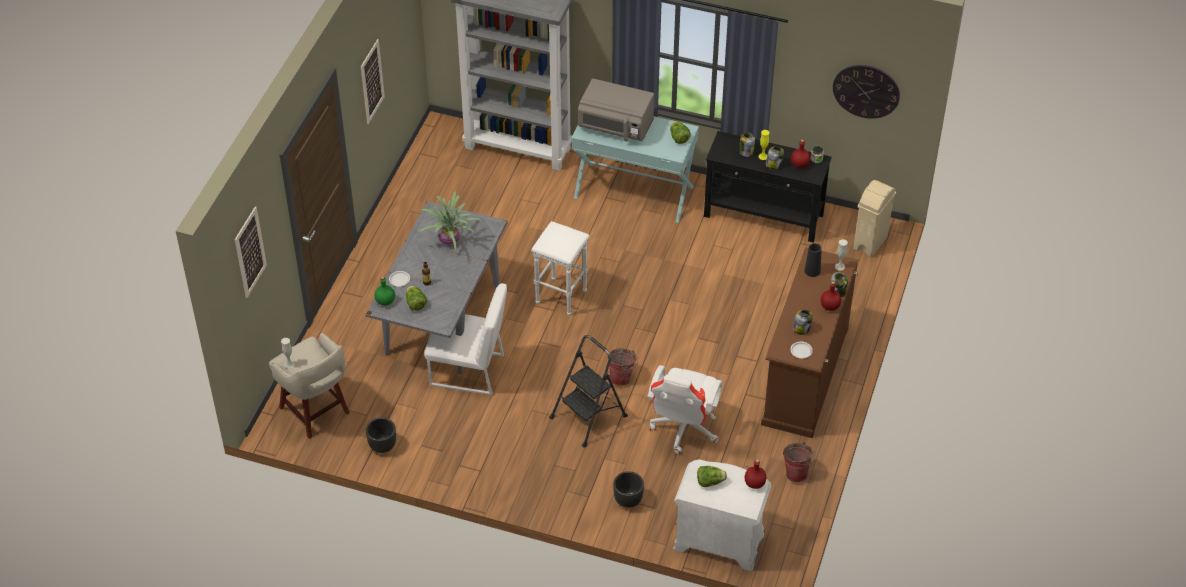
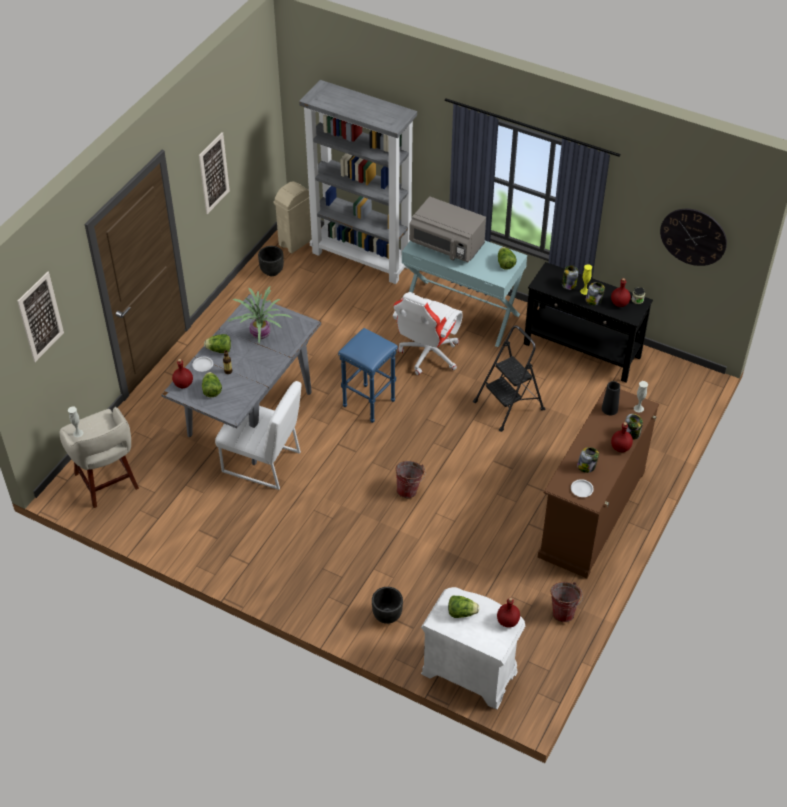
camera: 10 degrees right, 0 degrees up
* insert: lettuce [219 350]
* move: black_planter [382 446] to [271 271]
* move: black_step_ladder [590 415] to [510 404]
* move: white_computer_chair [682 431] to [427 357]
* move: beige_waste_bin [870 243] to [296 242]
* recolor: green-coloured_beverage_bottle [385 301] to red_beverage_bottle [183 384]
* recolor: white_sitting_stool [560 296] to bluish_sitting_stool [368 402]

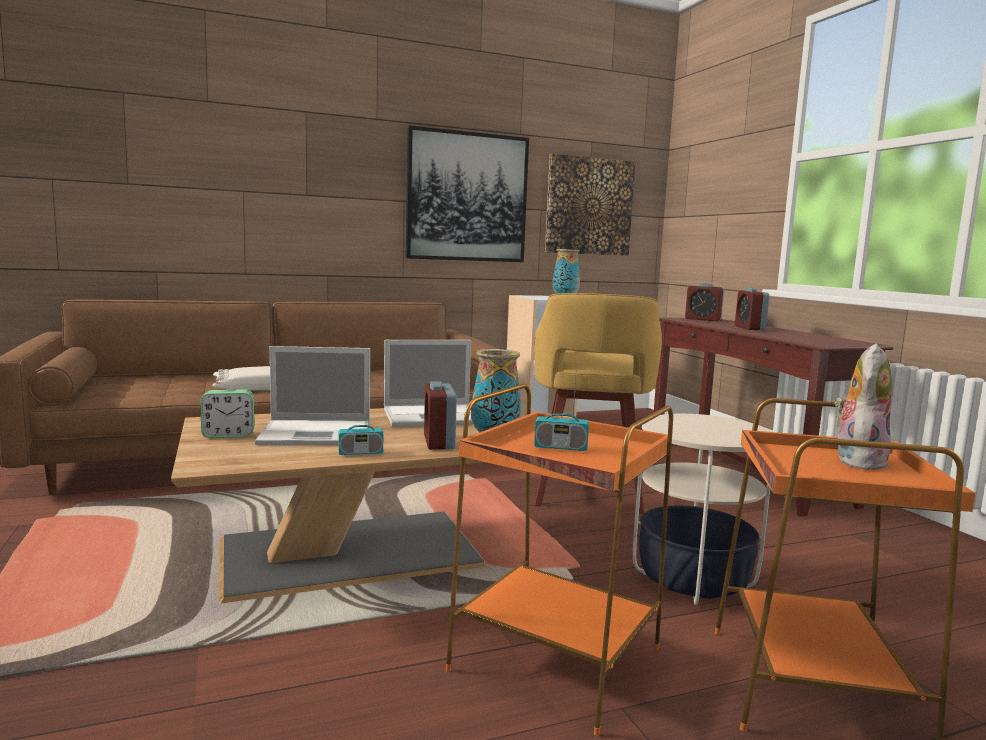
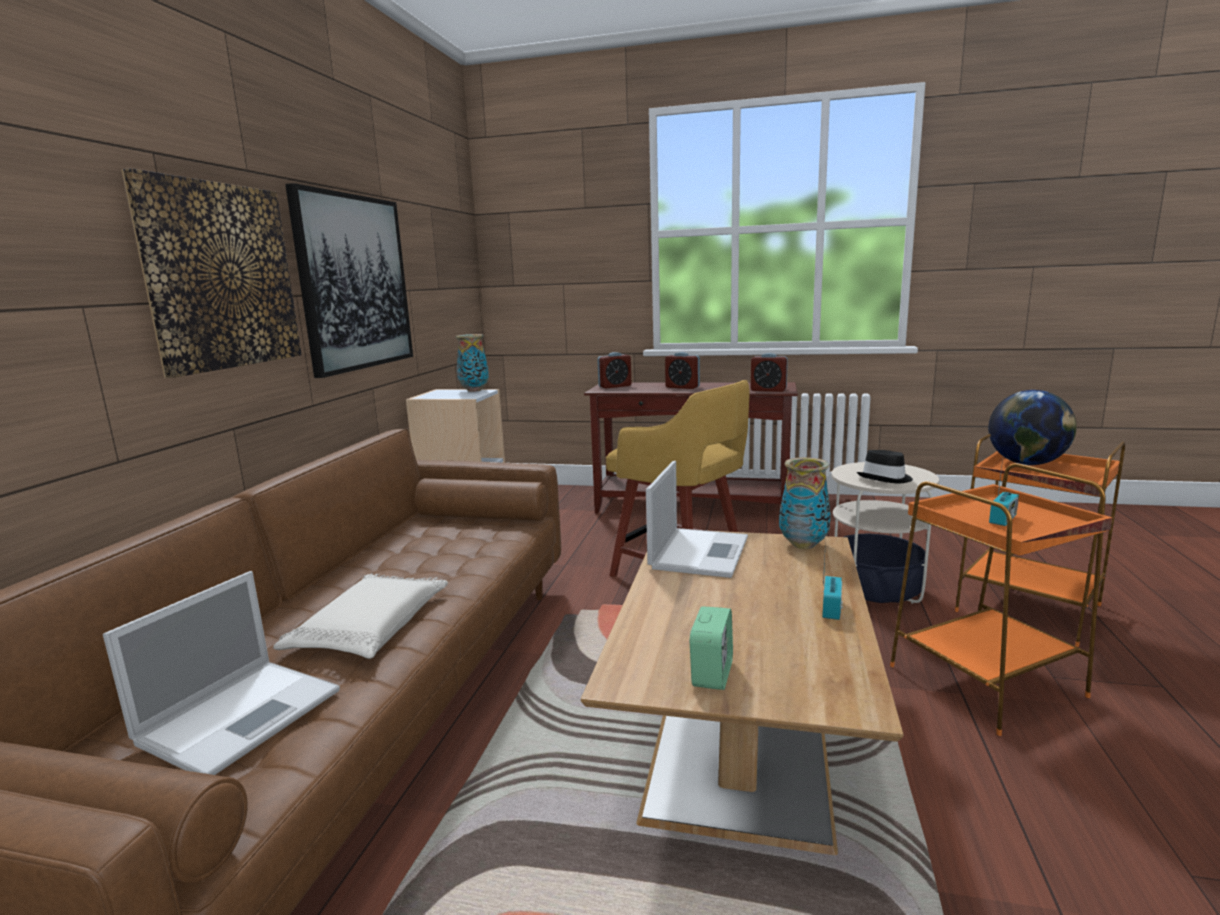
camera: 55 degrees left, 5 degrees up
* insert: black_wearable_hat [886 478]
* move: notebook_computer [318 433] to [243 714]
* move: alarm_clock [439 442] to [768 390]
* move: picture [589 206] to [220 276]
* replace: cuddly_toy [857 460] to world_globe [1026 464]

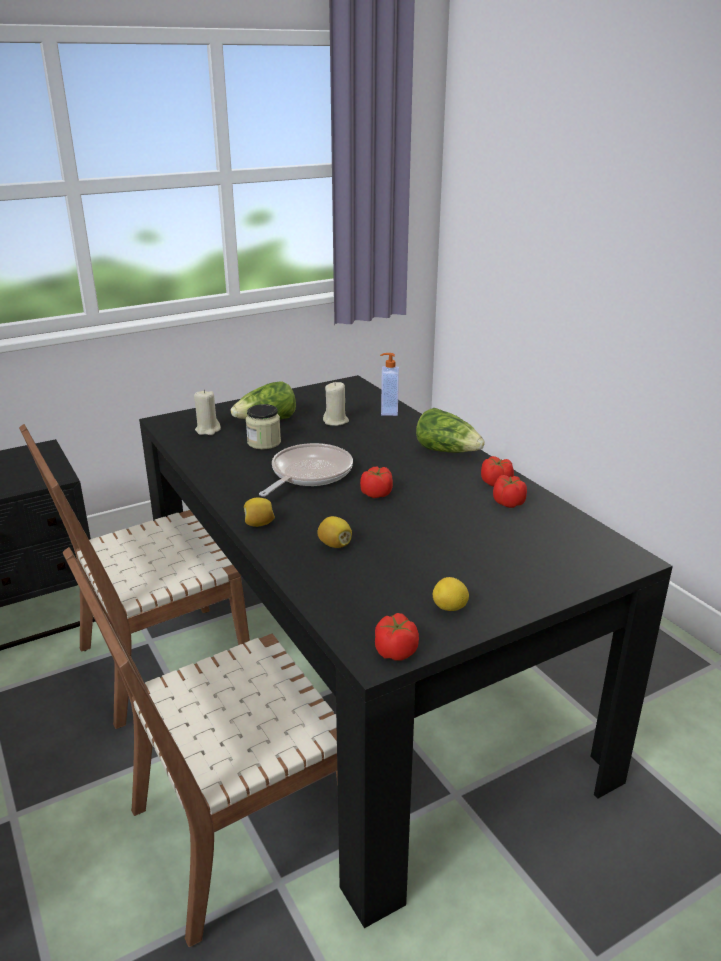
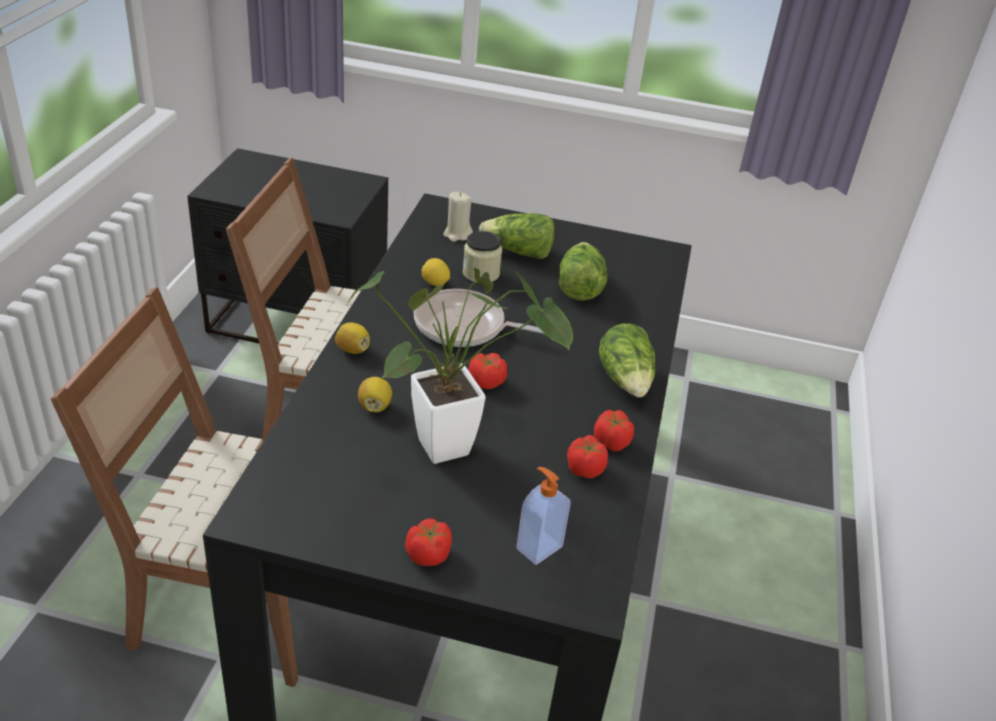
camera: 40 degrees right, 10 degrees up
* insert: plant_in_a_pot [456 445]
* move: tomato [396 651] to [428 554]
* move: liquid_soap_bottle [388 411] to [538 547]
* move: whole_lemon [450 608] to [435 283]
* replace: beige_wax_light [336 421] to lettuce [579 286]
* rotate: skillet [308 474] = [465 327] 150 degrees counterclockwise

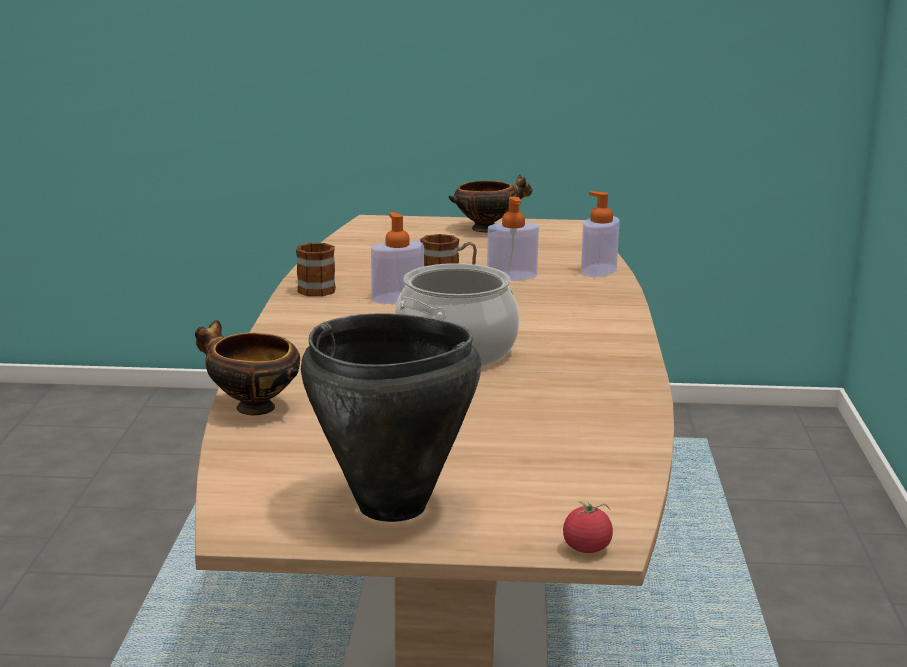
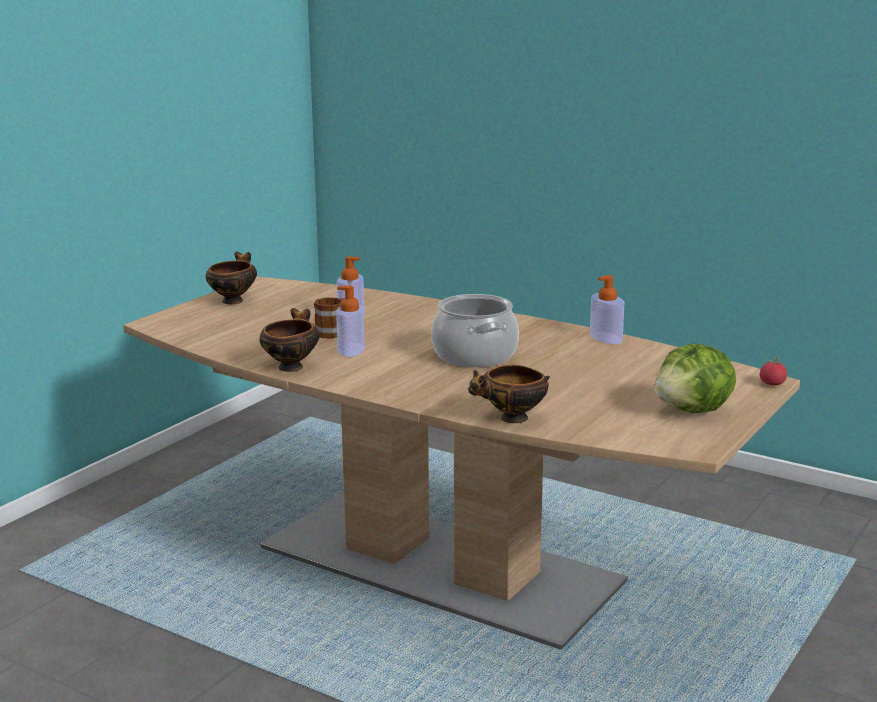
camera: 60 degrees left, 0 degrees up
* move: liquid_soap_bottle [599 270] to [606 338]
* replace: mug [314 288] to deep_dish [291 366]
* replace: black_saucepot [392 507] to lettuce [693 411]

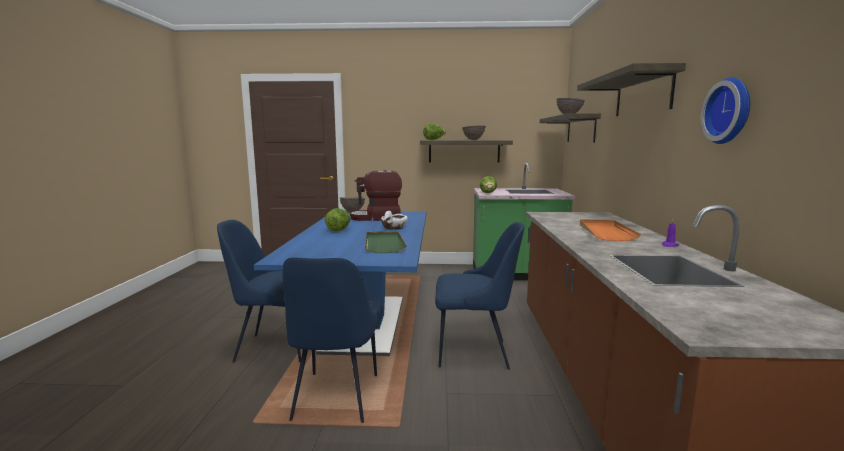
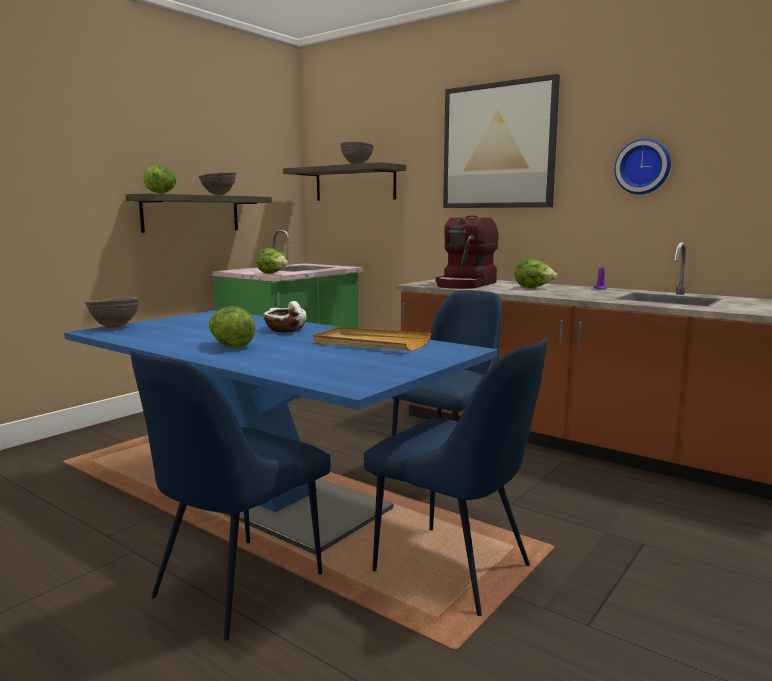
camera: 55 degrees left, 0 degrees up
* move: coffee_brewer [377 218] to [466 284]
* replace: shelf [642 94] to picture [498 146]
* replace: orange-coloured_tray [605 232] to lettuce [534 288]
* recolor: green-coloured_tray [384 244] to beige_tray [370 343]

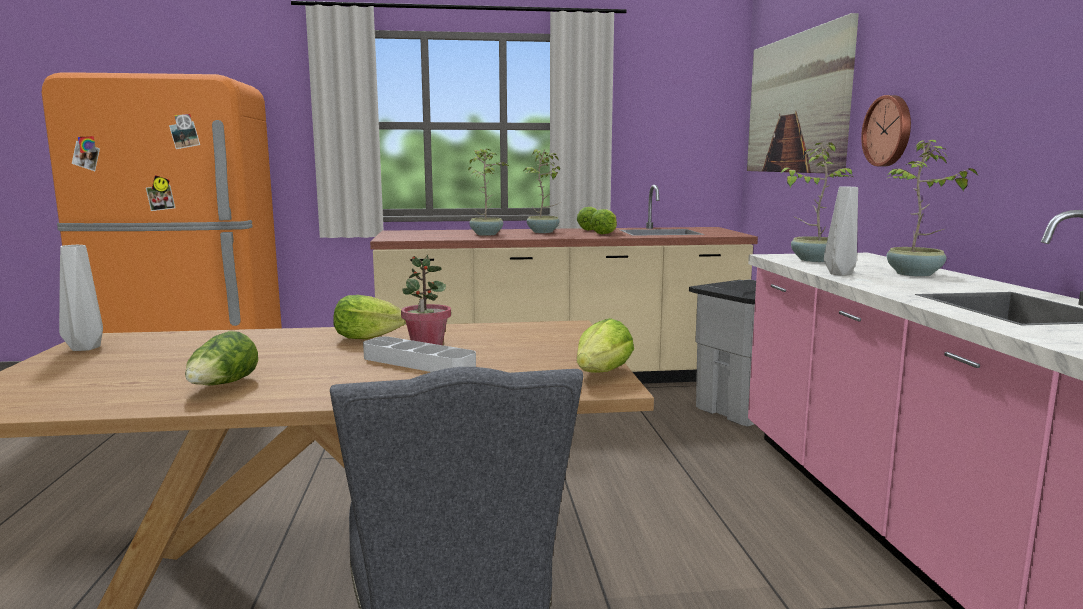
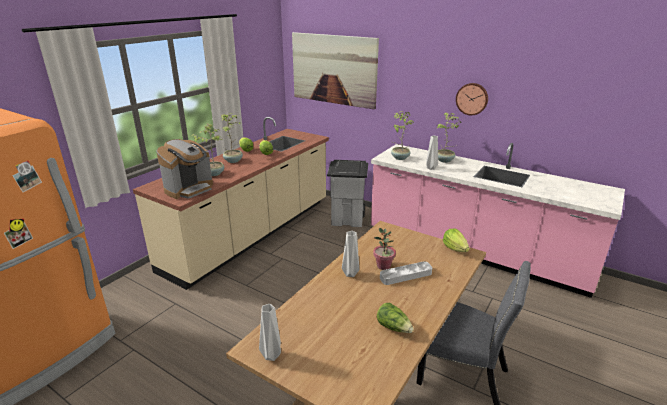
camera: 50 degrees left, 15 degrees up
* insert: coffee_brewer [189 189]
* move: clock_on_the_wall [889 131] to [472 99]
* replace: lettuce [367 338] to gray_flower_vase [351 273]

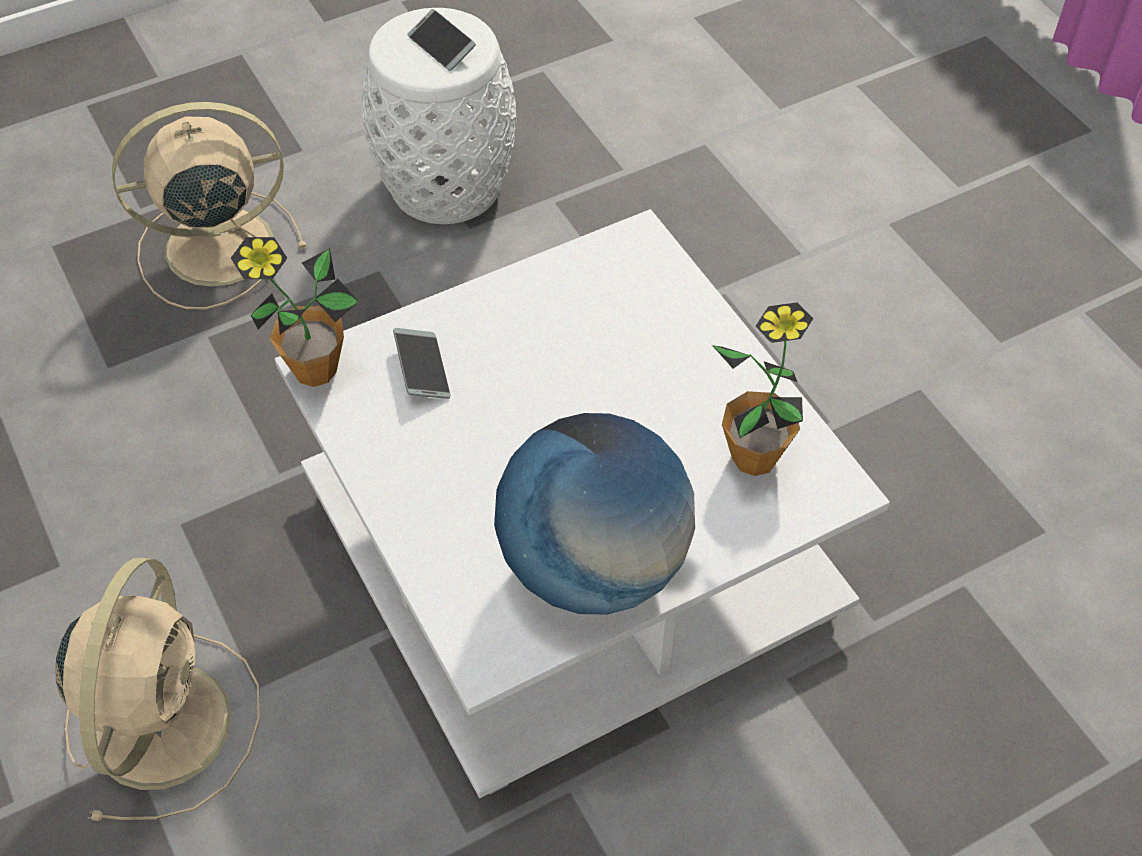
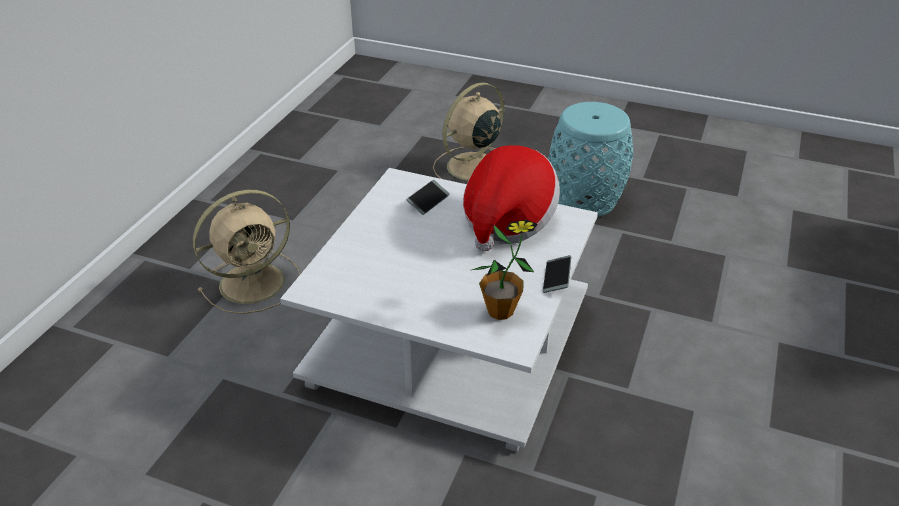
camera: 50 degrees right, 15 degrees down
* delete: plant_in_a_pot [315 370]
* delete: world_globe [593 566]
* insert: wearable_hat [507 221]
* move: telephone [441 46] to [556 278]
* recolor: white_sitting_stool [446 186] to blue-green_sitting_stool [585 201]
* rotate: beige_electric_fan [214 248] = [471 167] 75 degrees counterclockwise

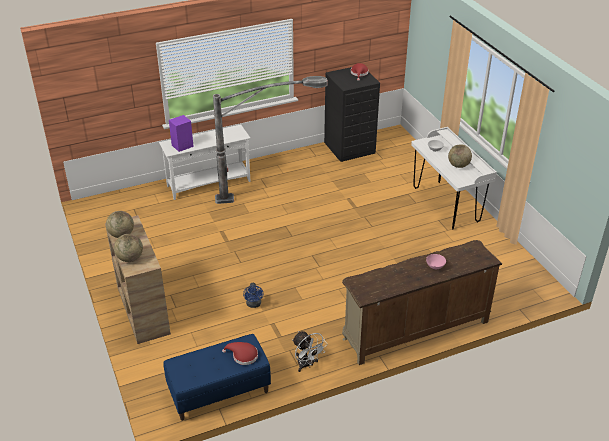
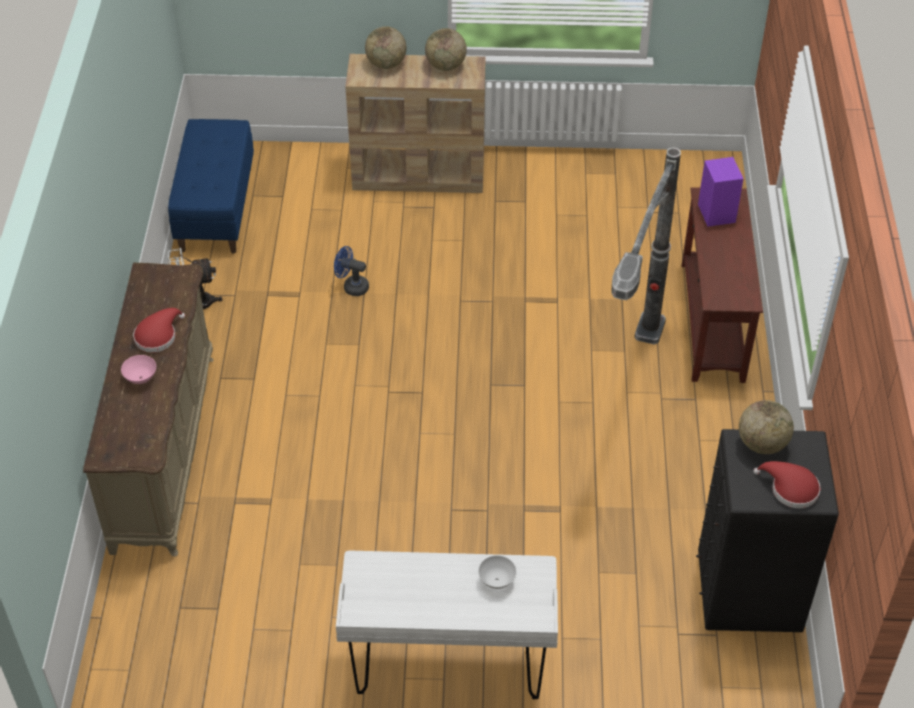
camera: 115 degrees right, 10 degrees up
* move: red_wearable_hat [243 356] to [158 336]
* move: world_globe [458 165] to [762 444]
* recolor: white_narrow_table [209 183] to brown_narrow_table [712 322]

